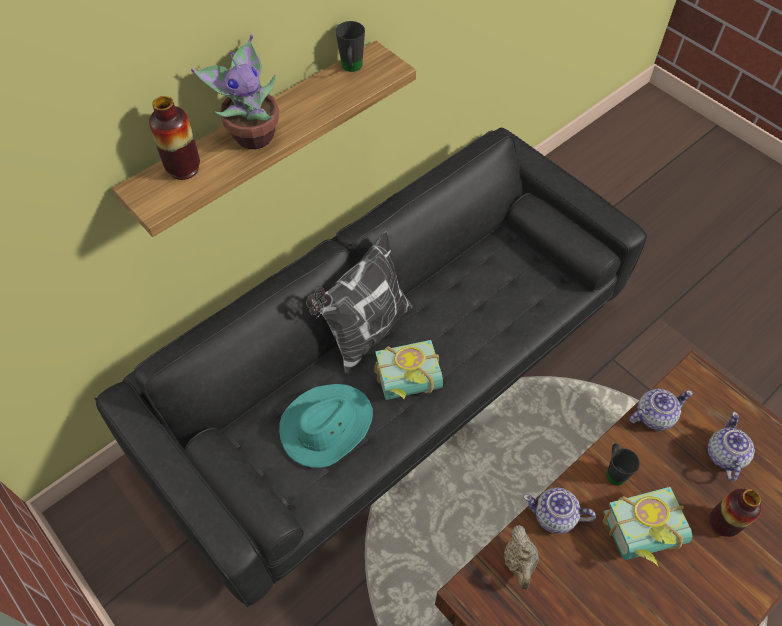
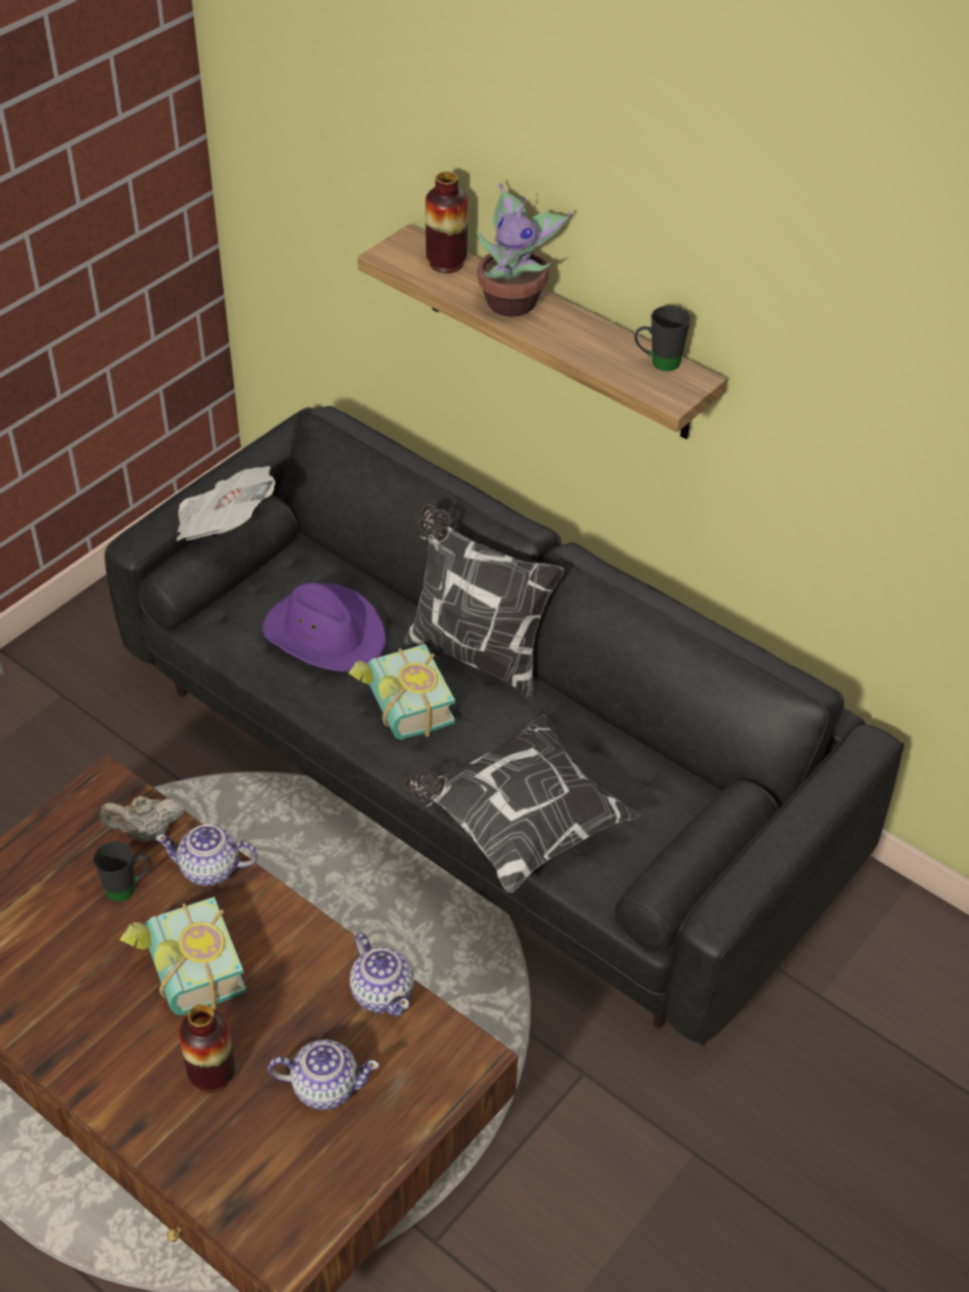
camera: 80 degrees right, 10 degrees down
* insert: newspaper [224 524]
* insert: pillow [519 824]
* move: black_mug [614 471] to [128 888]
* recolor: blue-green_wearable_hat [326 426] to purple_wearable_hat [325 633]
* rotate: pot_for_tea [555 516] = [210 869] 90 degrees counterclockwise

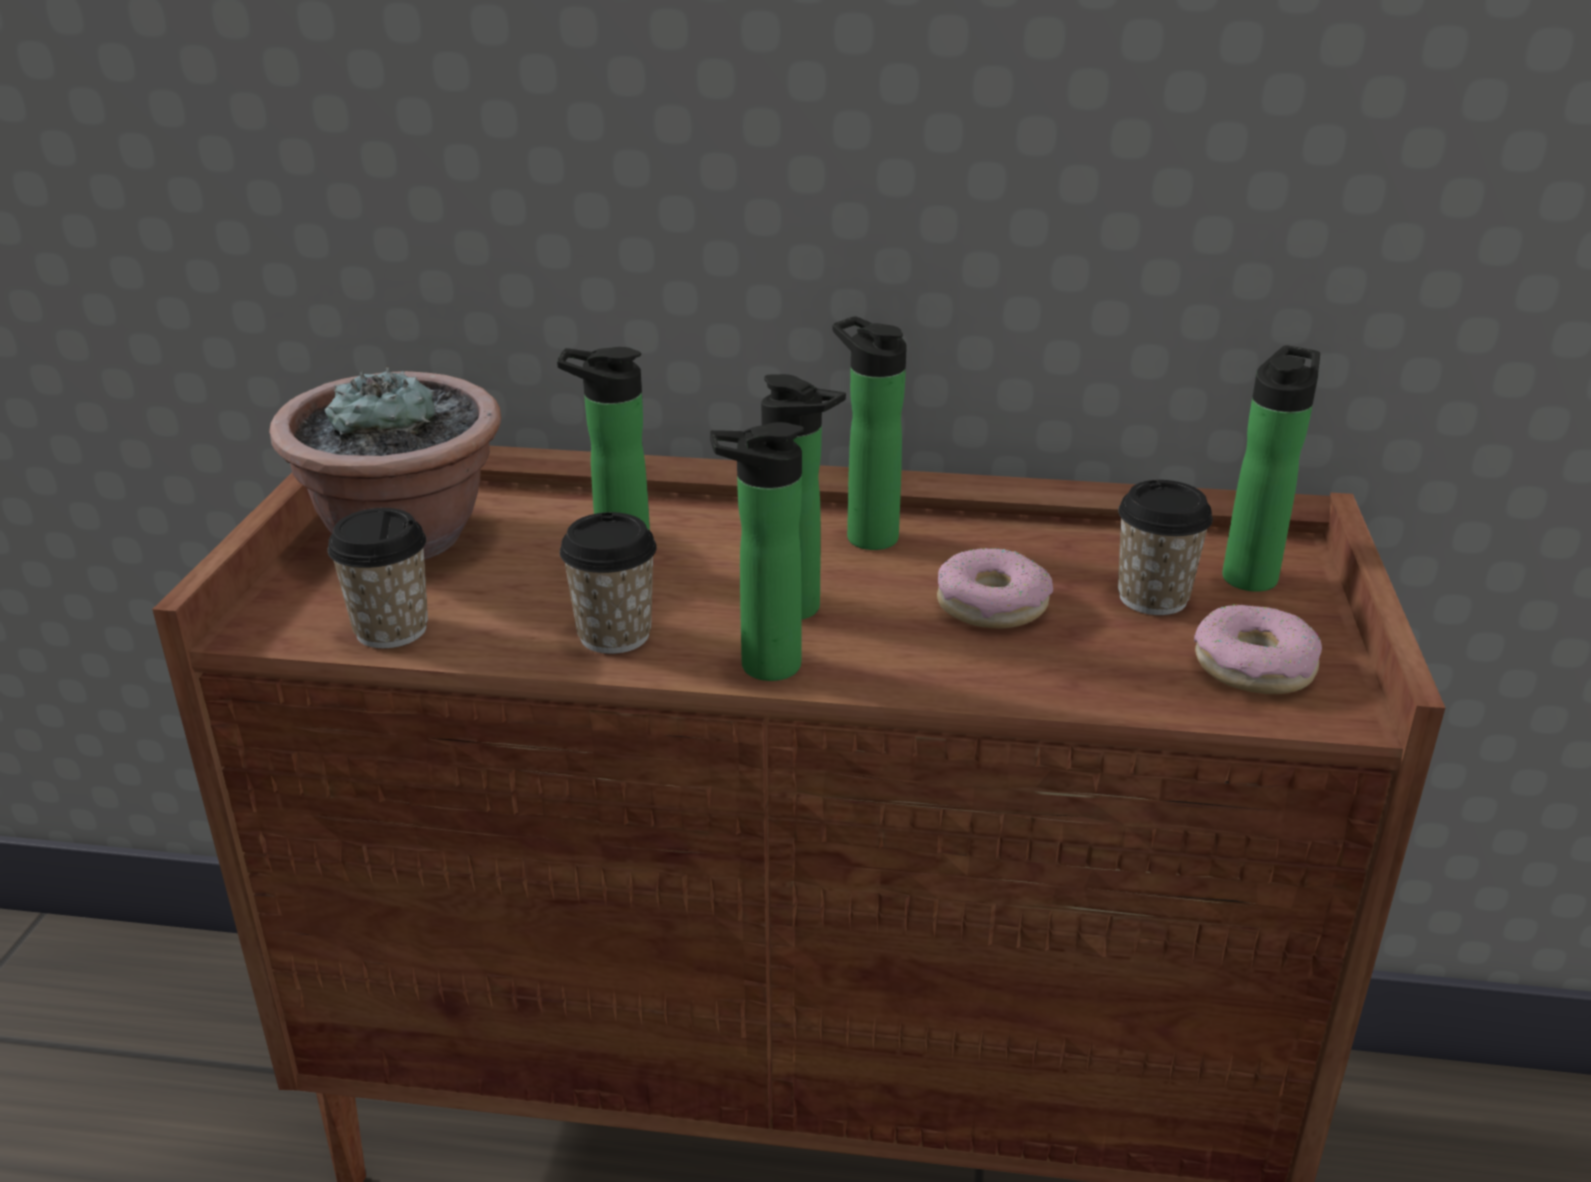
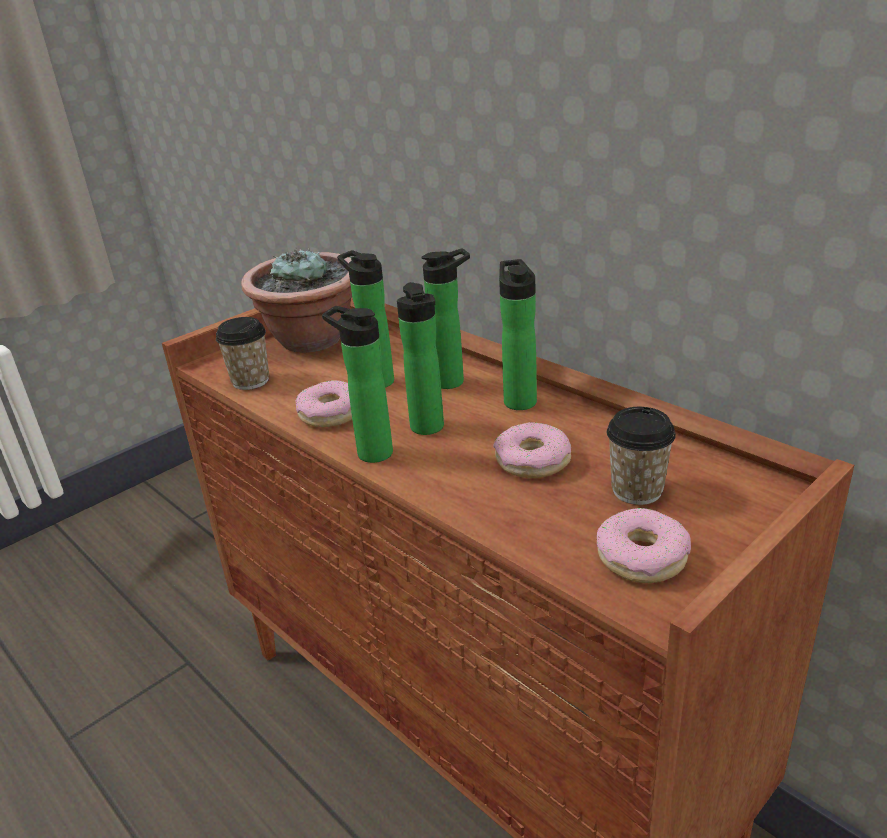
camera: 40 degrees right, 0 degrees up
* move: beverage_bottle [1252 575] to [453 381]
* replace: small_cup [614 635] to doughnut [330 413]

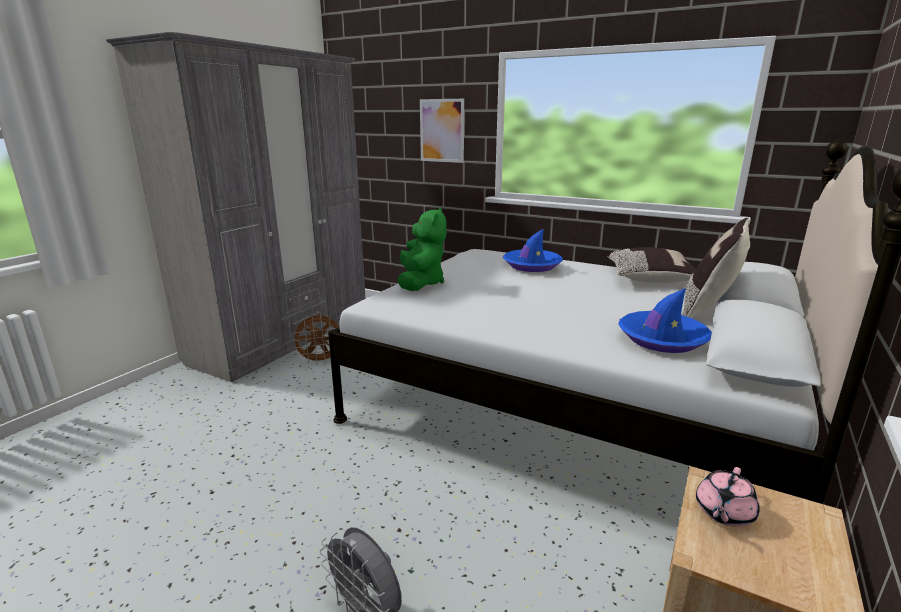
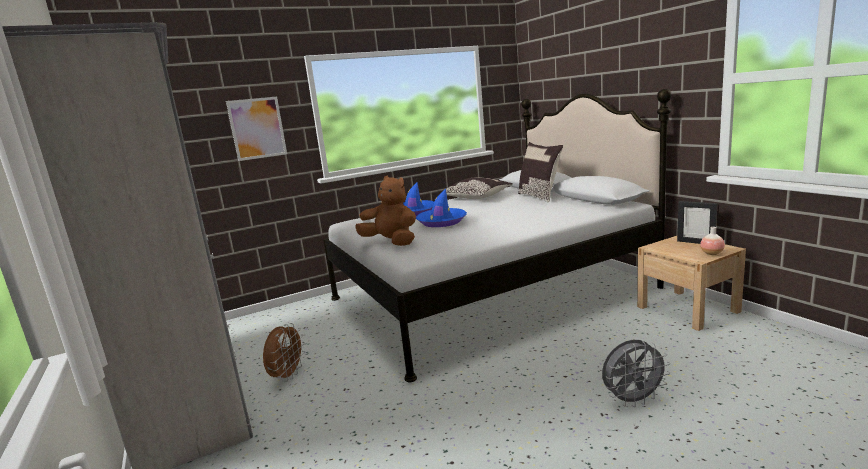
camera: 55 degrees left, 5 degrees down
* delete: pinkish_pot_for_tea [723 512]
* insert: picture_frame [696 242]
* insert: flower_vase [711 253]
* move: bluish_wearable_hat [662 339] to [441 222]
* recolor: green-coloured_cuddly_toy [420 283] to brown_cuddly_toy [391 242]

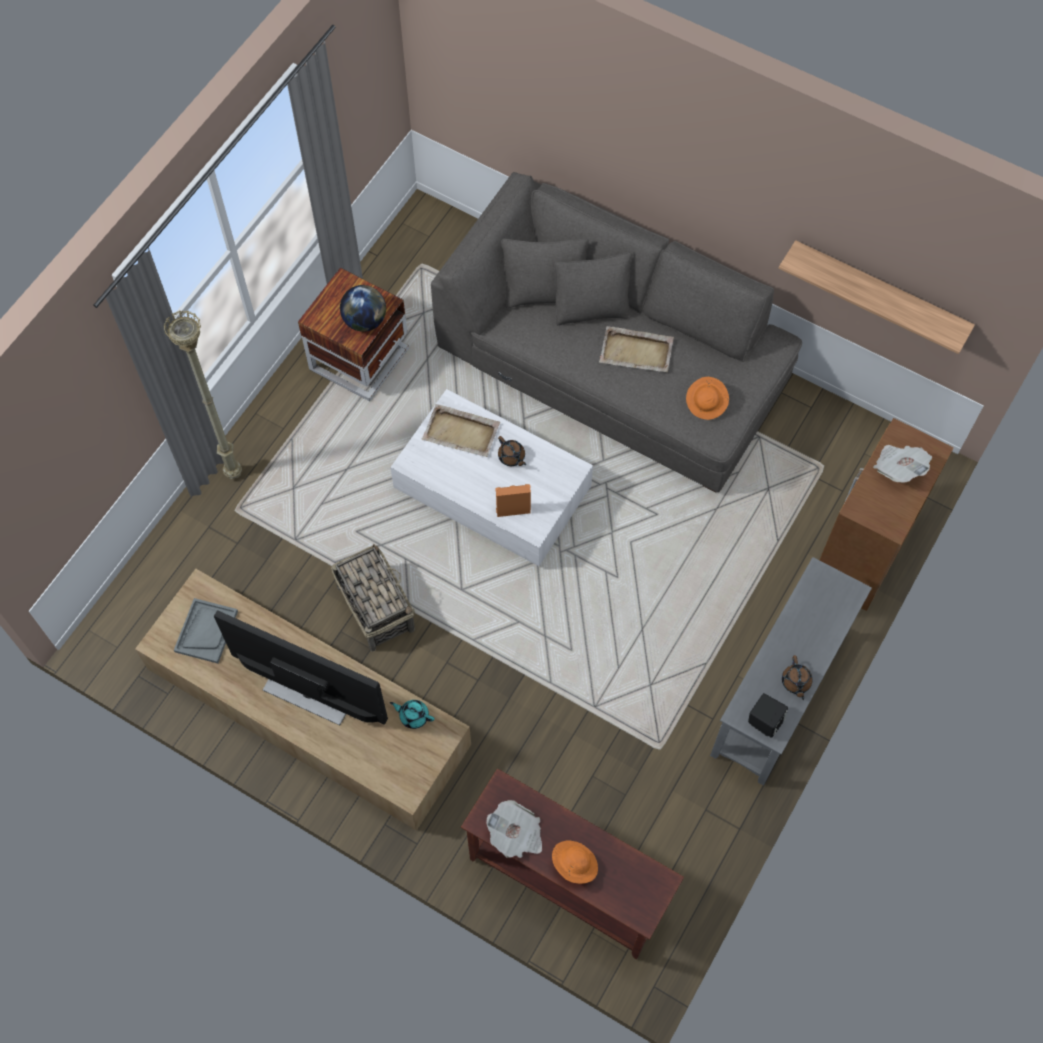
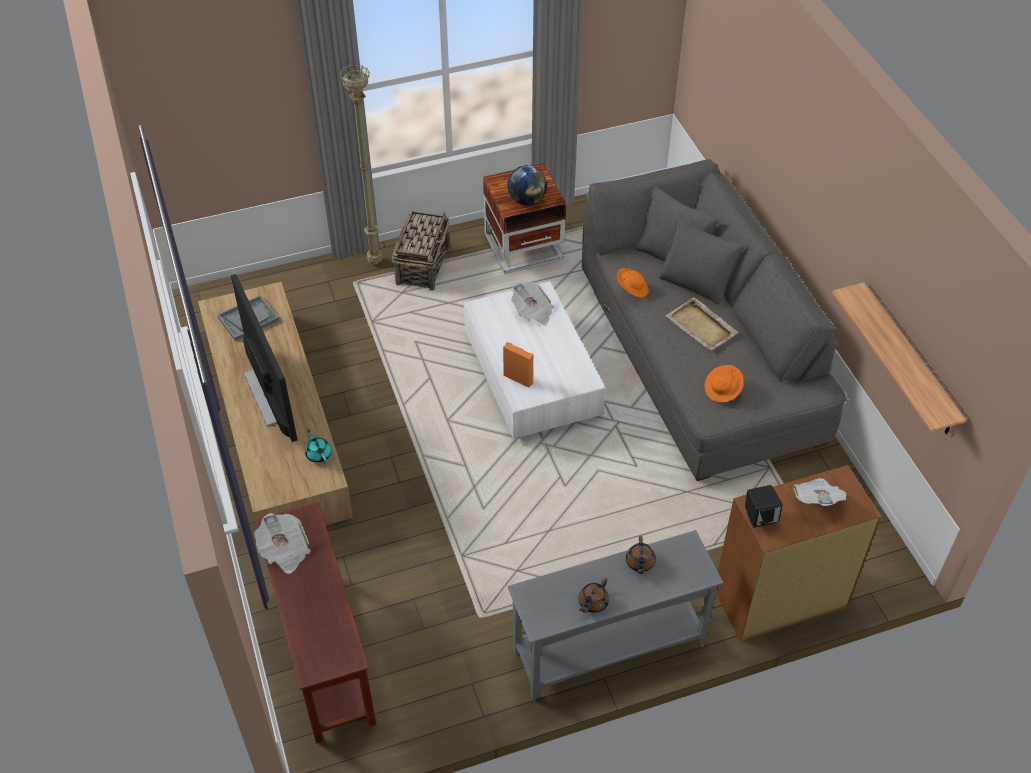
camera: 40 degrees right, 15 degrees down
* move: household_basket [375 607] to [423 265]
* move: brown_pot_for_tea [511 457] to [640 563]
* move: orange-coloured_wearable_hat [574 864] to [631 288]
* move: black_speaker [764 721] to [760 517]
* replace: beige_tray [461 432] to newspaper [533 312]

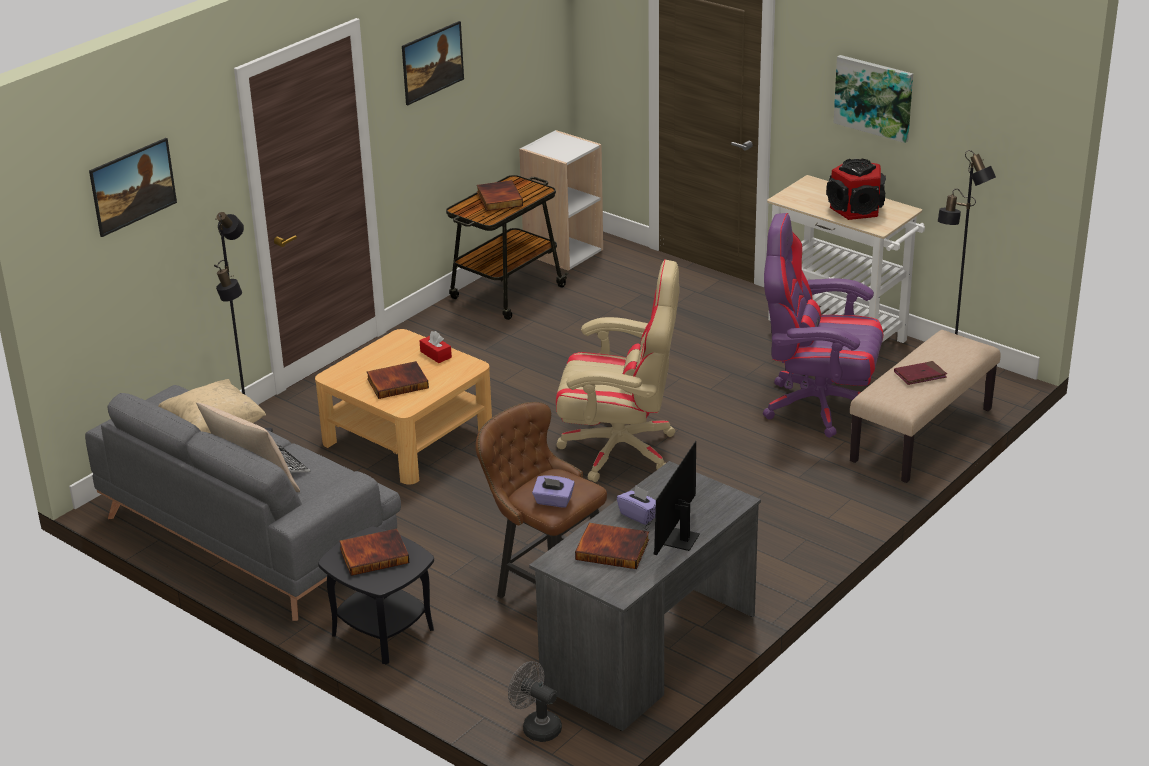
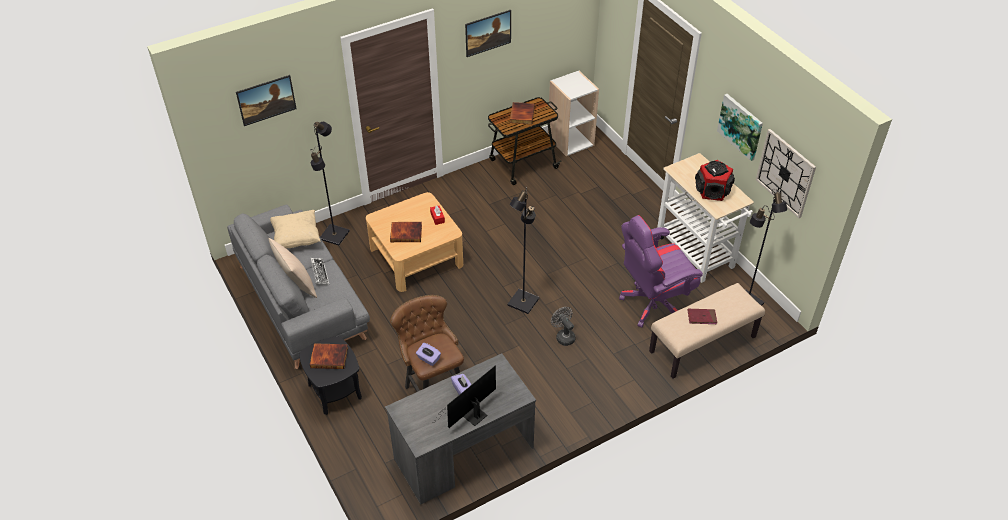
camera: 20 degrees right, 15 degrees up
* delete: volume [613 549]
* insert: clock_on_the_wall [785 173]
* move: gray_electric_fan [536 727] to [563 336]
* replace: beige_computer_chair [618 450] to black_floor_lamp [523 302]
* rotate: purple_computer_chair [819 405] = [654 303] 60 degrees counterclockwise

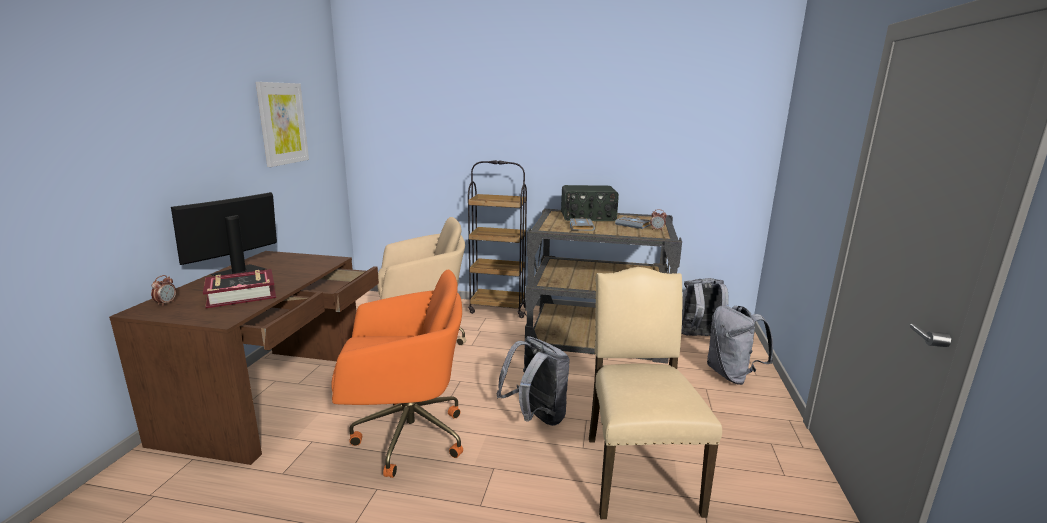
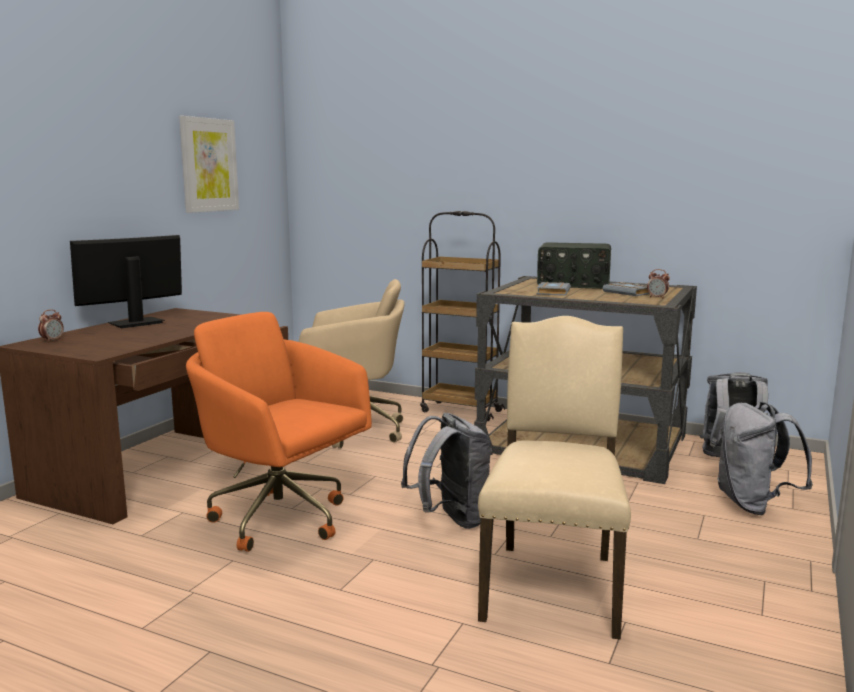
camera: 15 degrees right, 5 degrees down
* delete: volume [241 295]
* rotate: orange-coloured_computer_chair [405 439] = [284 521] 150 degrees counterclockwise

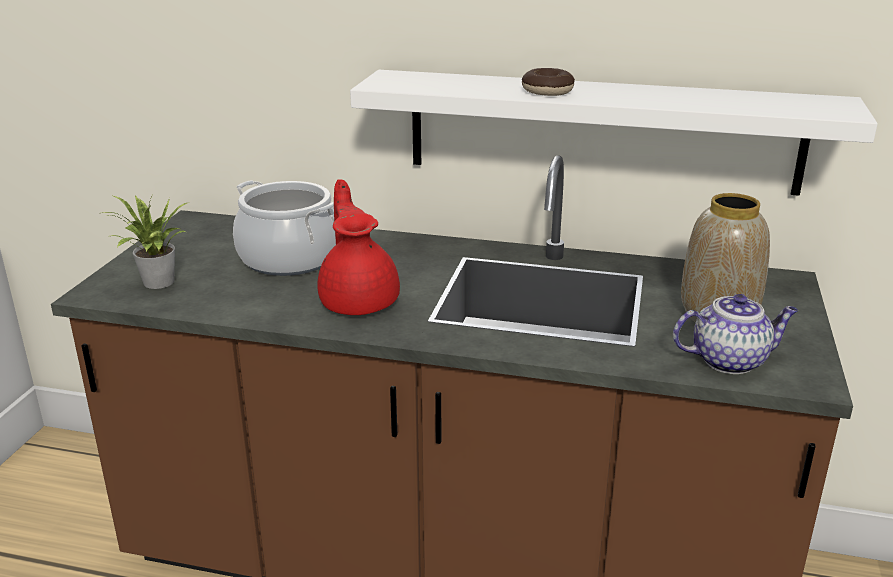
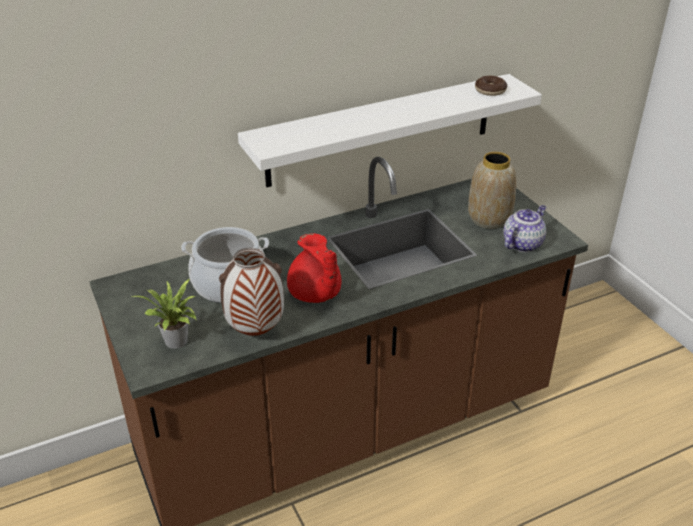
camera: 40 degrees left, 10 degrees up
* insert: flower_vase [255 332]
* move: doughnut [547 91] to [490 91]
* rotate: red_pot_for_tea [359 301] = [315 294] 150 degrees counterclockwise

